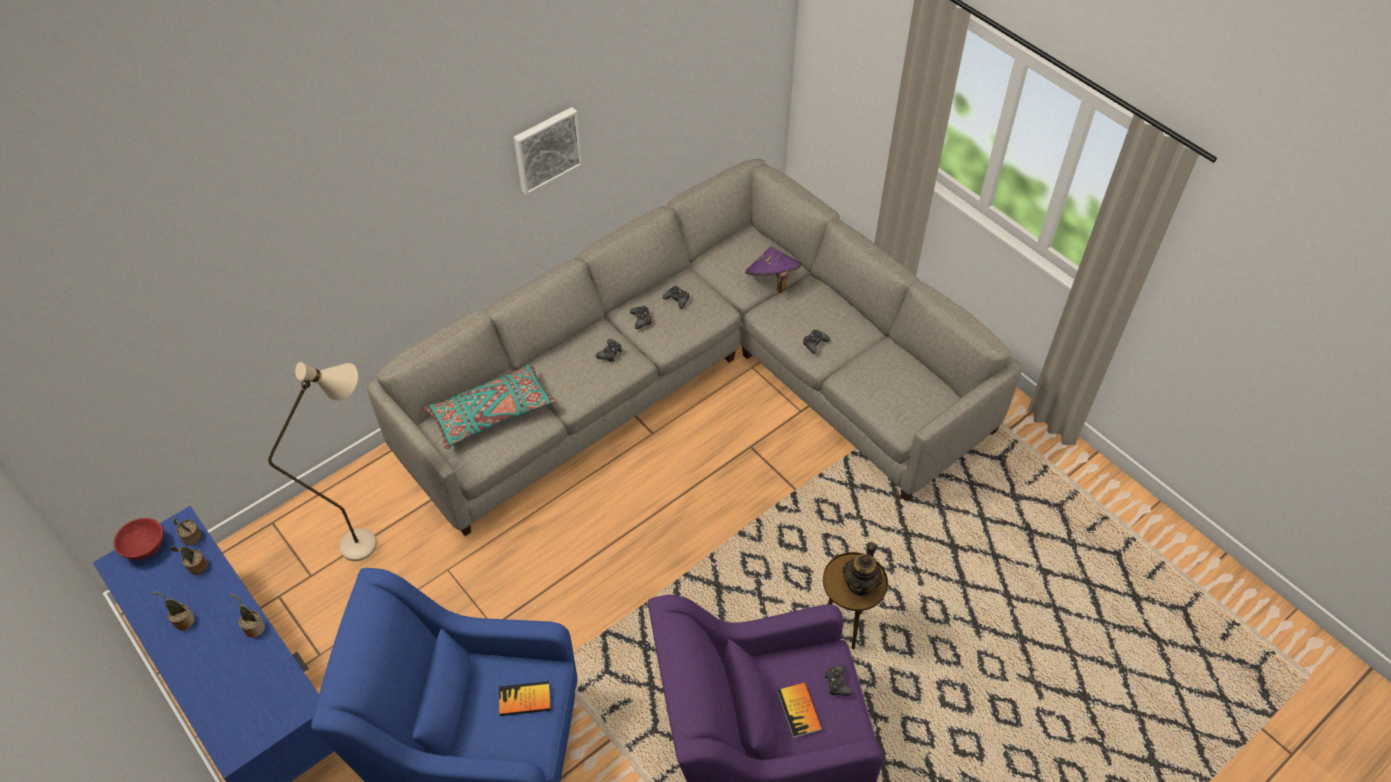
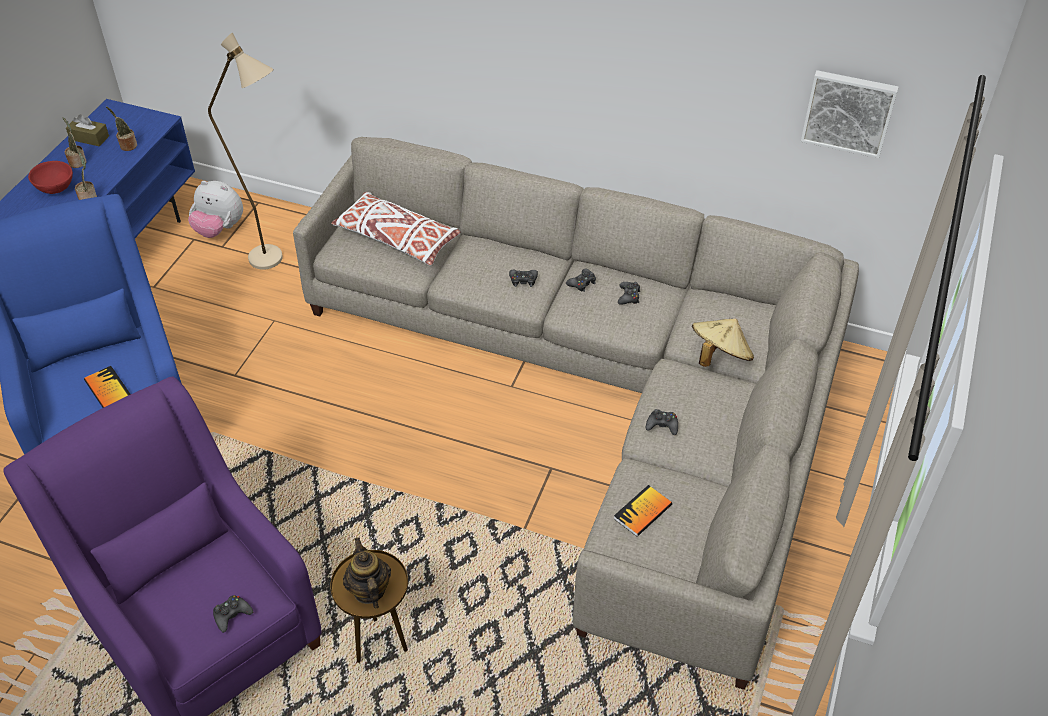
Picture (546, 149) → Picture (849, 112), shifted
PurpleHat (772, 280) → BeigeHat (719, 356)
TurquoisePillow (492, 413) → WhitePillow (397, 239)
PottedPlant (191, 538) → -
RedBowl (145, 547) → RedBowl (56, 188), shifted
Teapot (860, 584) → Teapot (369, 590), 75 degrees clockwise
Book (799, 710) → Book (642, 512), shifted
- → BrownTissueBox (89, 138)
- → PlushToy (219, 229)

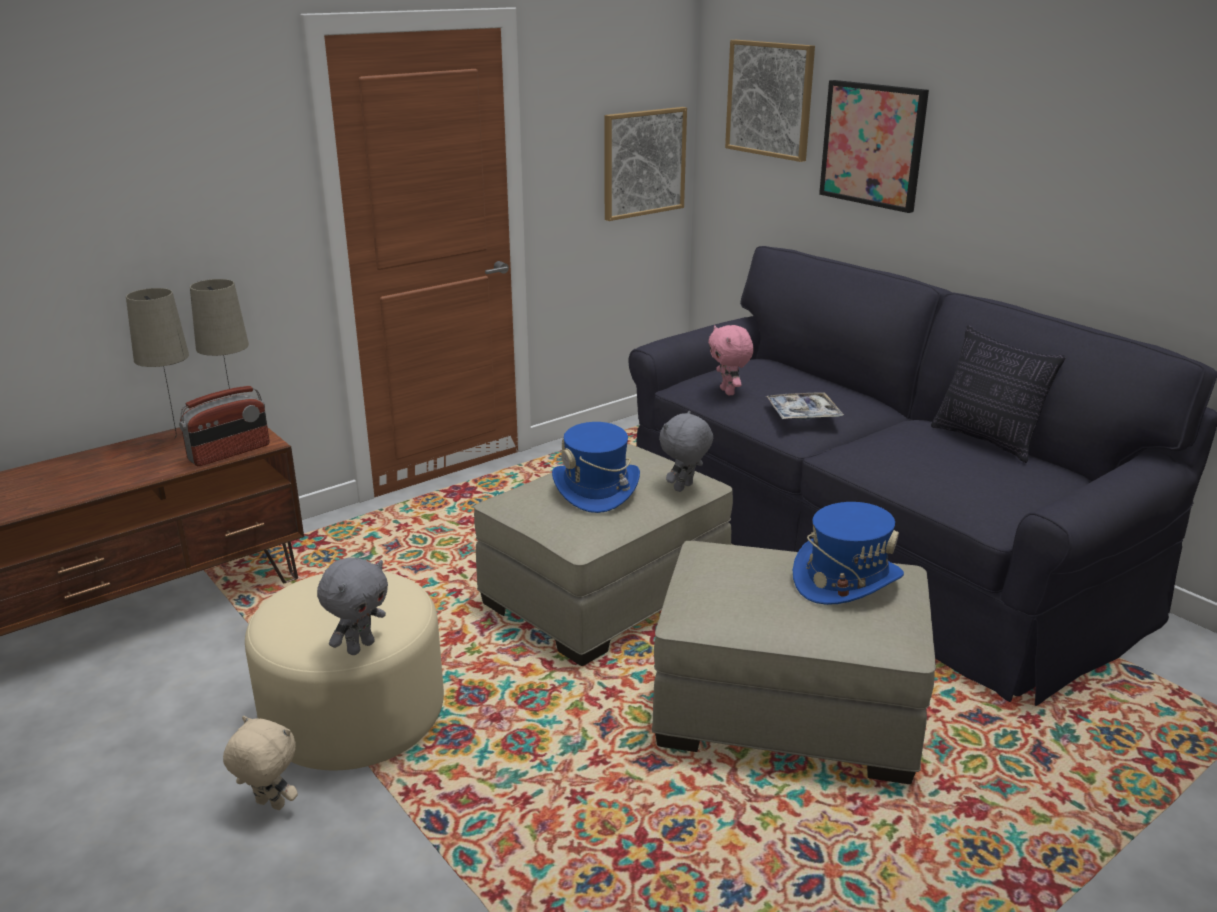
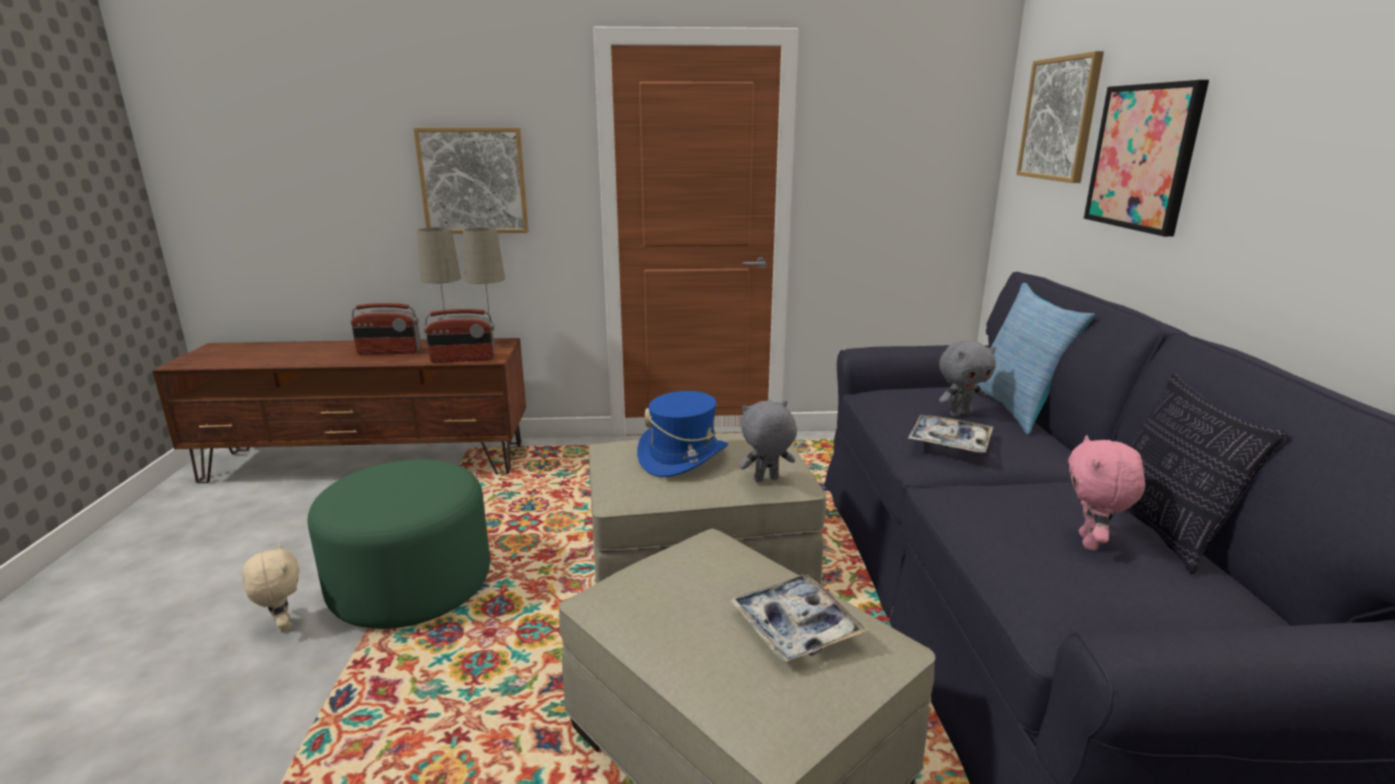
Picture (643, 163) → Picture (473, 181), shifted
PinkPlushToy (728, 392) → PinkPlushToy (1091, 543), shifted
BlueHat (846, 580) → Tray (795, 627)
GreyPlushToy (360, 647) → GreyPlushToy (960, 414), shifted
BeigeOttoman (354, 716) → GreenOttoman (411, 585)
- → Pillow (1017, 409)
- → Radio (389, 352)

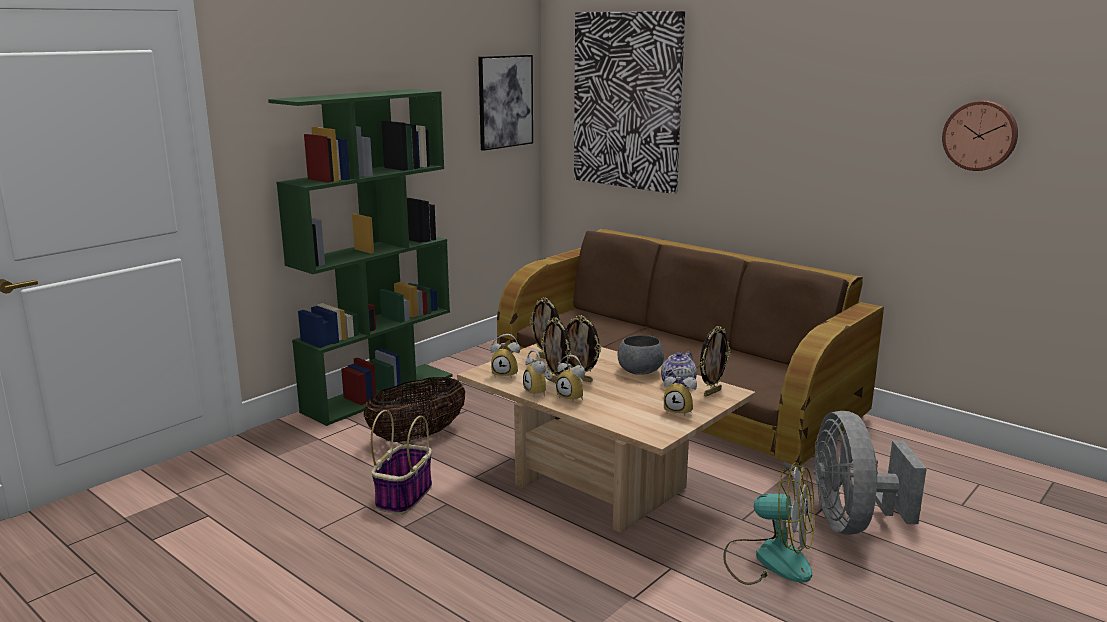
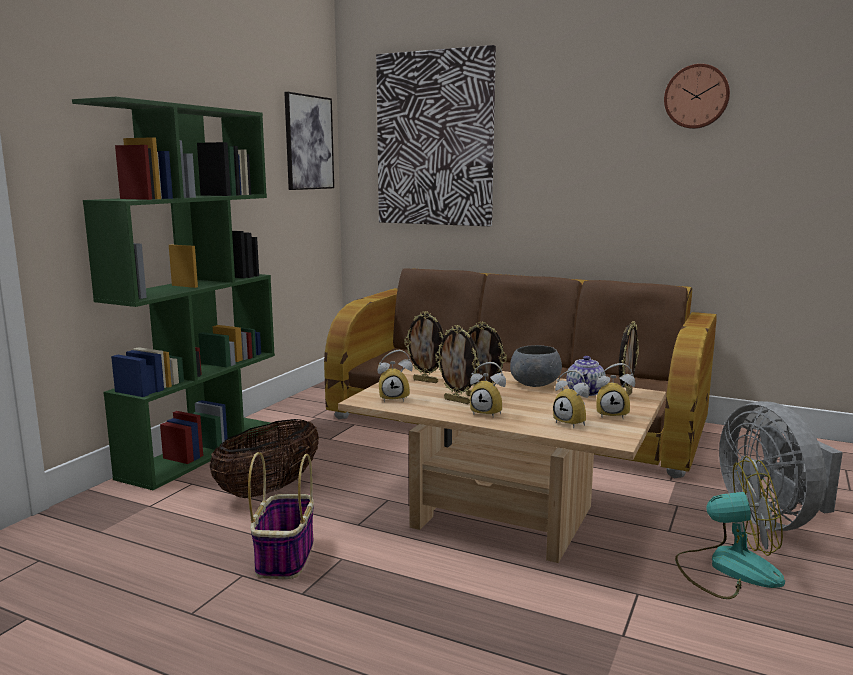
WallClock (980, 135) → WallClock (696, 96), shifted
AlarmClock (539, 392) → AlarmClock (573, 423), shifted

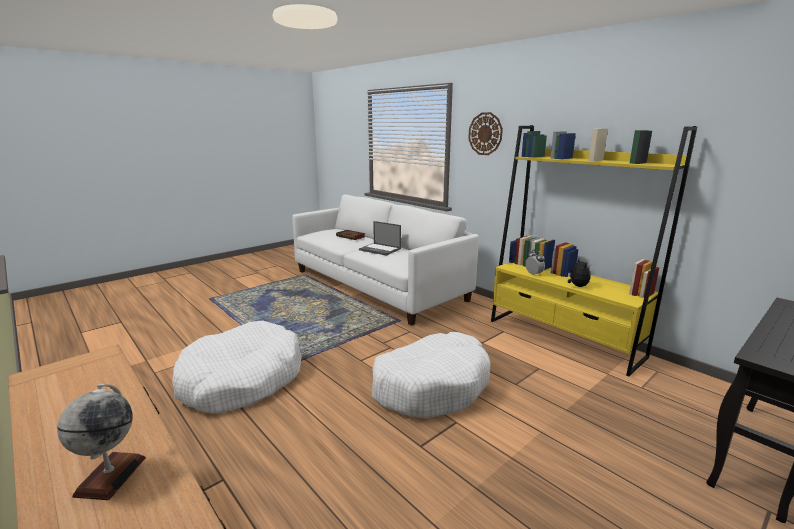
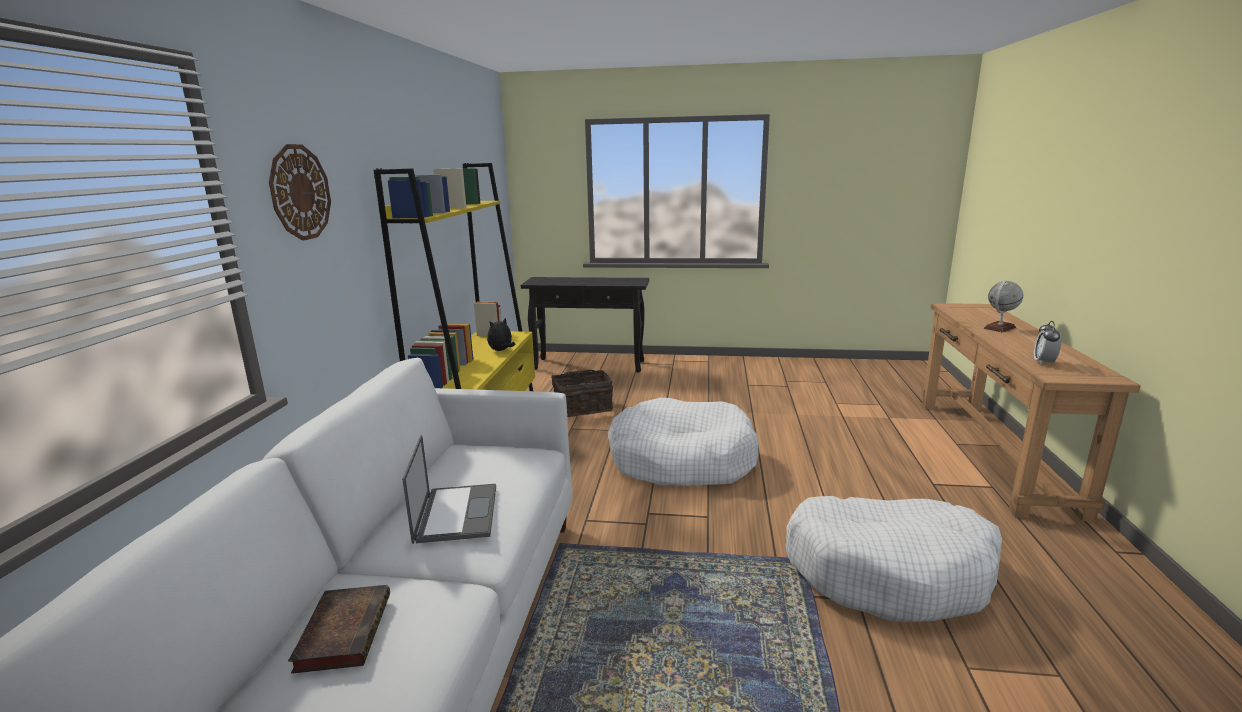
AlarmClock (533, 274) → AlarmClock (1044, 362), shifted
- → Basket (582, 408)

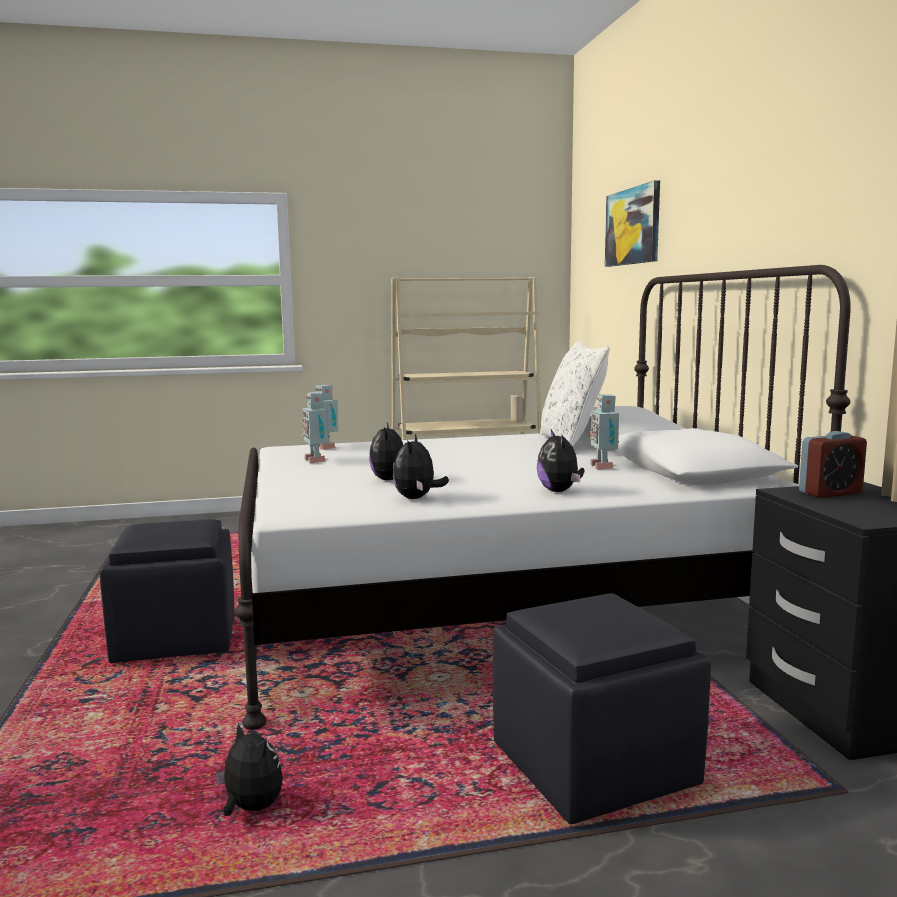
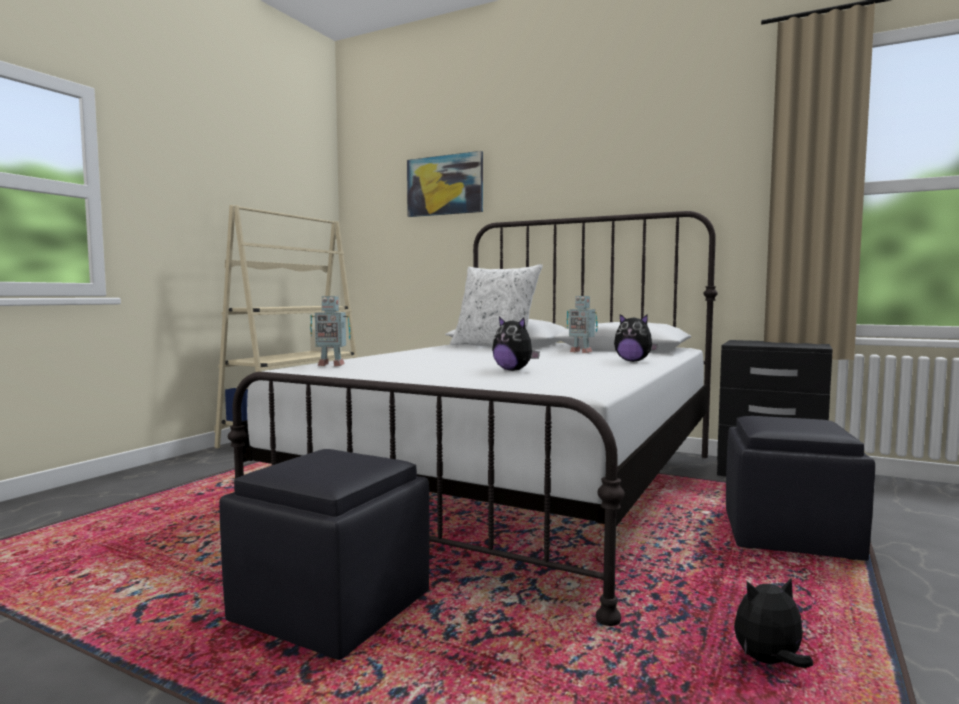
ToyRobot (317, 460) → -
AlarmClock (830, 493) → -
PlushToy (417, 498) → -

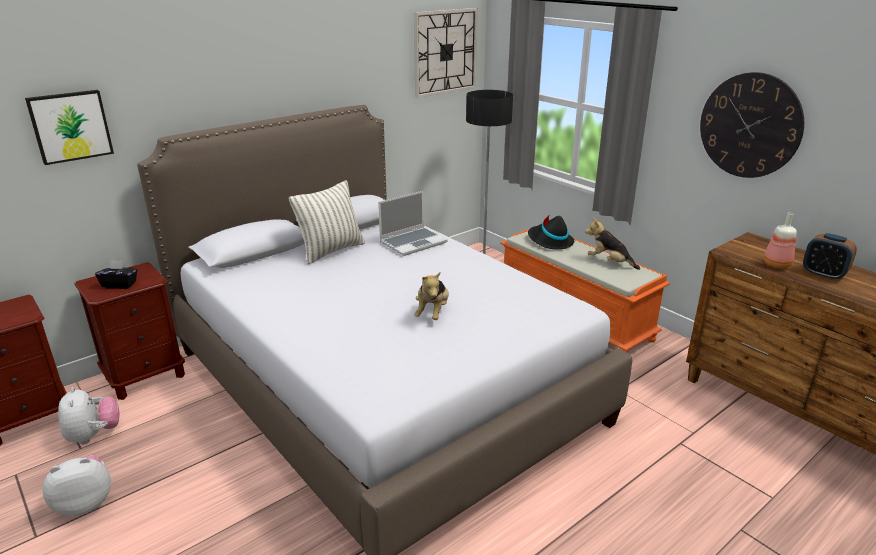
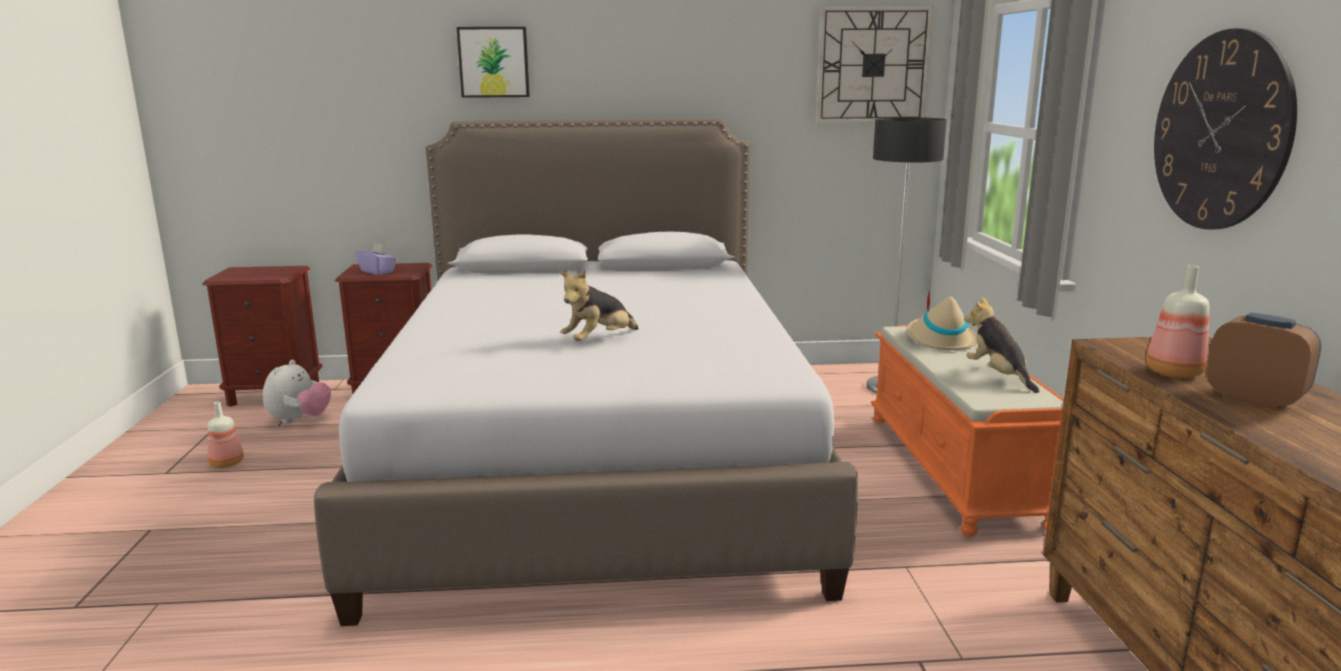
Picture (70, 126) → Picture (494, 62), shifted
Pillow (331, 251) → -
Laptop (413, 242) → -
BlackHat (549, 241) → BeigeHat (940, 340)
AlarmClock (823, 274) → AlarmClock (1254, 400), 150 degrees clockwise
BlackTissueBox (120, 285) → PurpleTissueBox (378, 272)
PlushToy (85, 503) → Bottle (225, 464)

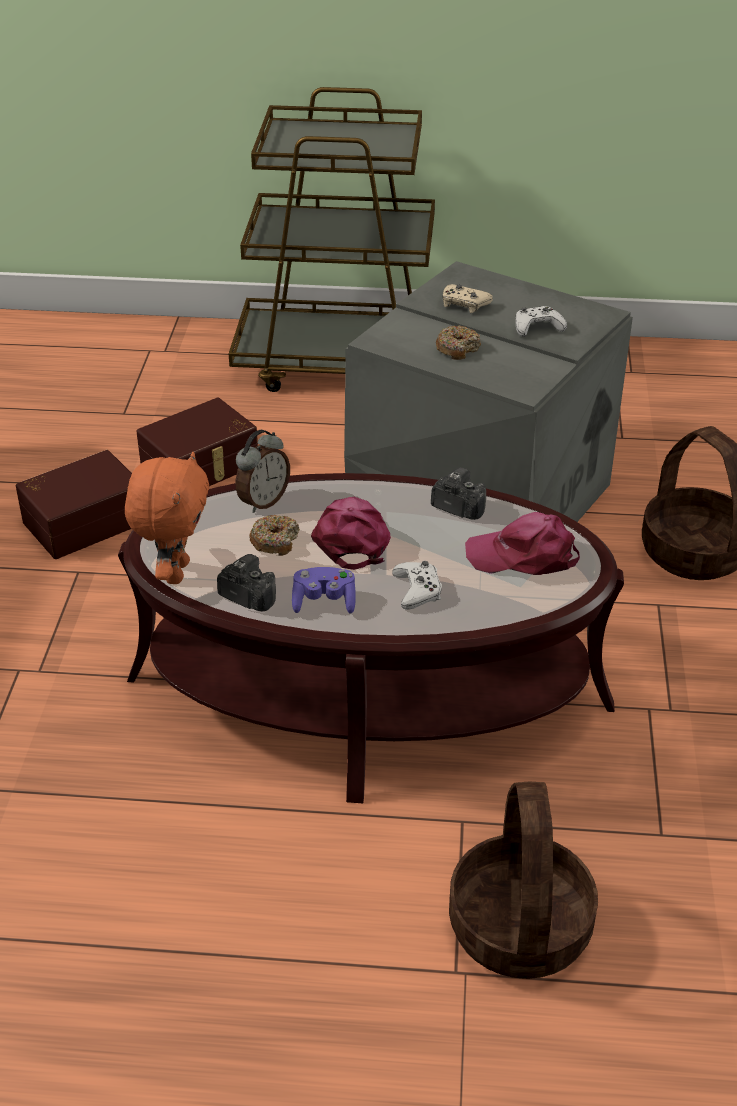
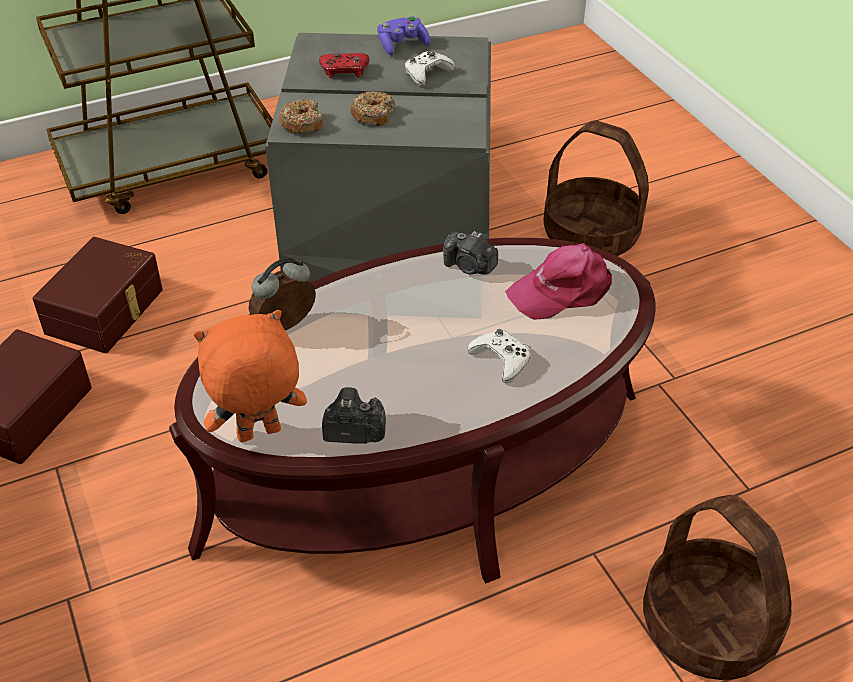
BeigeGameController (464, 304) → RedGameController (344, 70)
AlarmClock (263, 501) → AlarmClock (286, 327), 135 degrees counterclockwise
OrangePlushToy (175, 572) → OrangePlushToy (259, 435), 90 degrees counterclockwise
PhotoCamera (458, 508) → PhotoCamera (469, 266), 150 degrees counterclockwise
PinkCap (352, 537) → -
Donut (275, 541) → Donut (302, 123), shifted
PurpleGameController (324, 602) → PurpleGameController (402, 45), shifted

